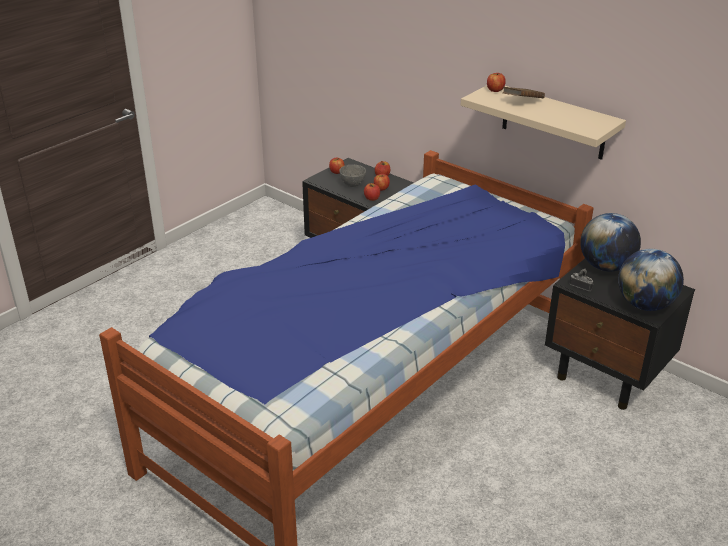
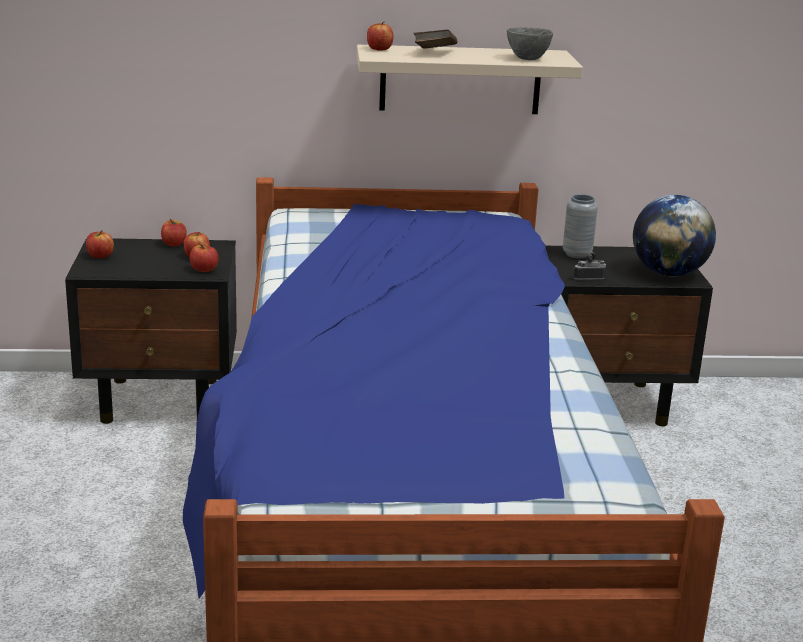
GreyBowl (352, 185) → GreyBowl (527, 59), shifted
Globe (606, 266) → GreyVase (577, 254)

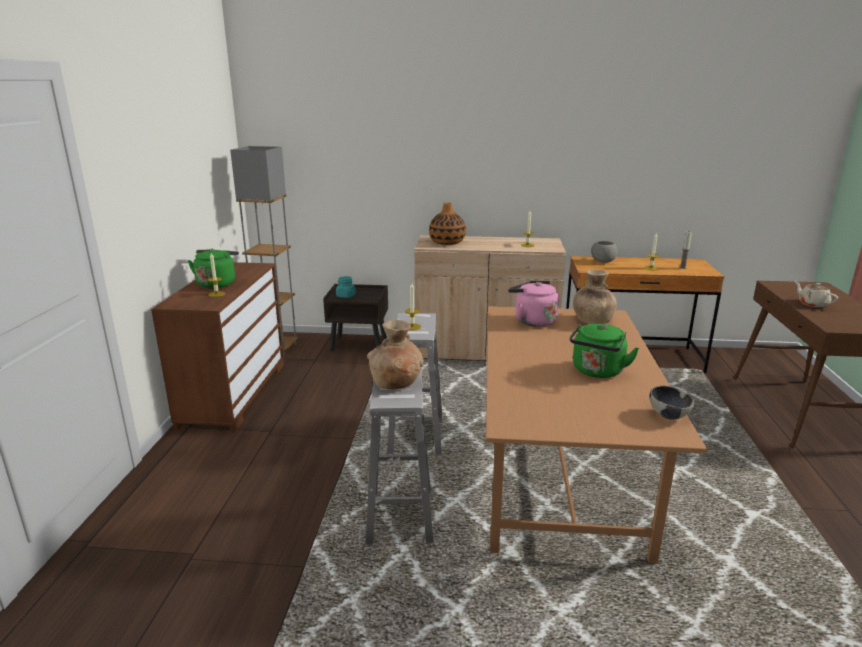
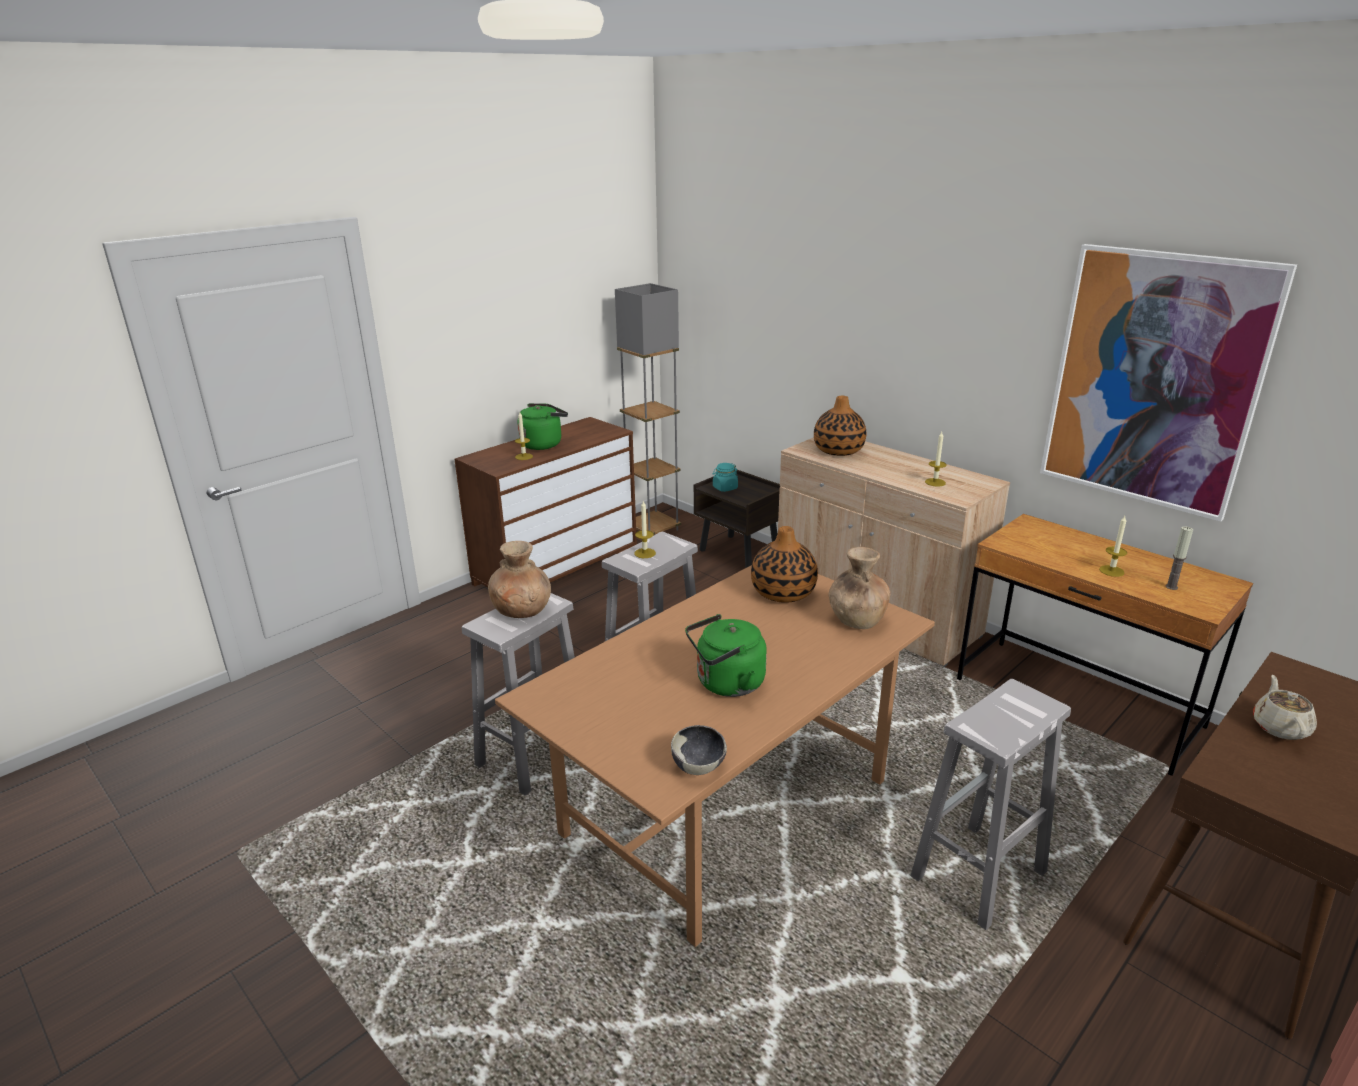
GreyBowl (602, 261) → -
PinkKettle (532, 321) → Vase (783, 592)
- → Picture (1154, 380)
- → WhiteStool (977, 876)

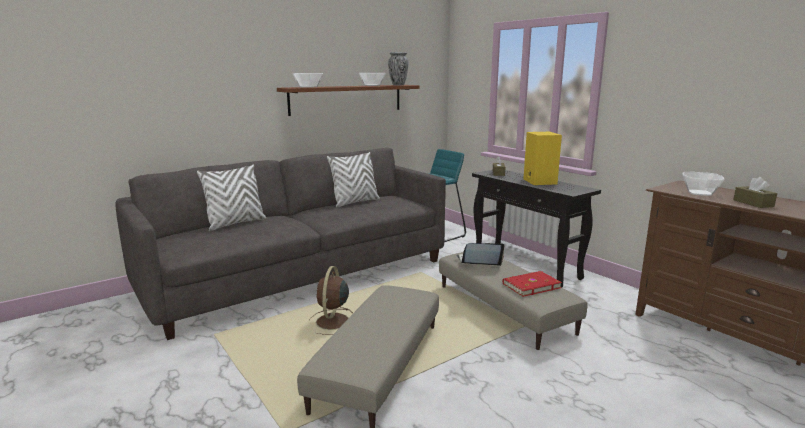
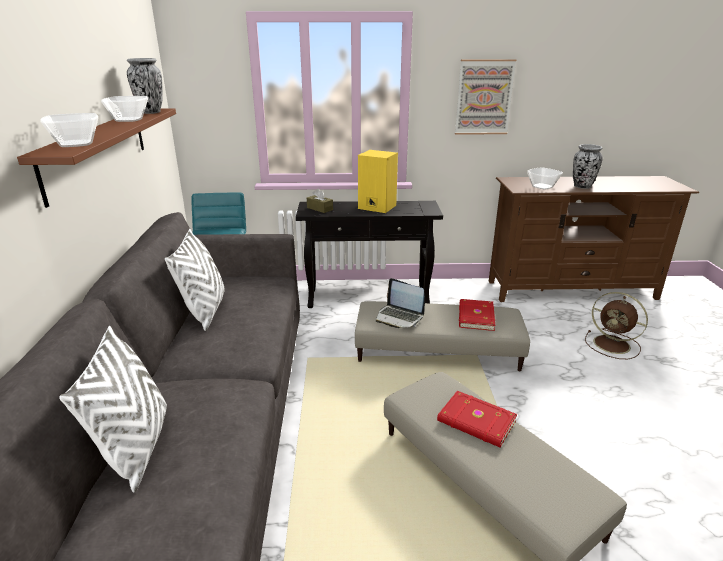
BrownTissueBox (753, 203) → Vase (582, 187)
Laptop (478, 263) → Laptop (399, 317), 90 degrees counterclockwise
BrownFan (332, 322) → BrownFan (613, 345), shifted
- → Picture (484, 97)
- → RedBook (476, 422)

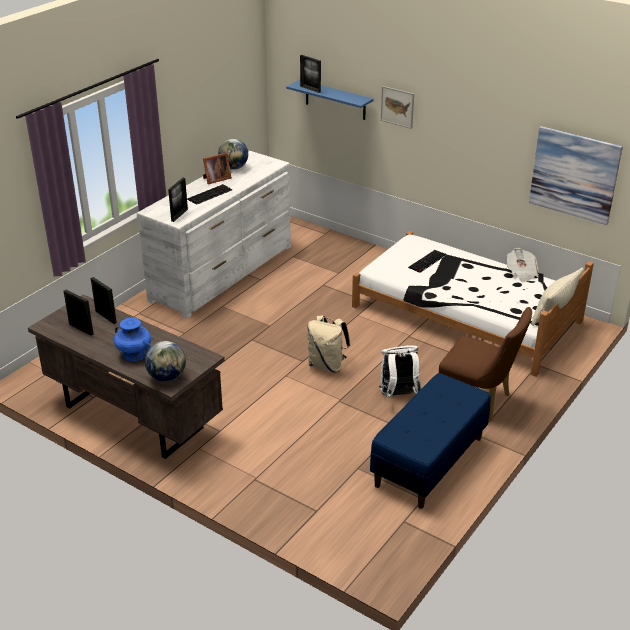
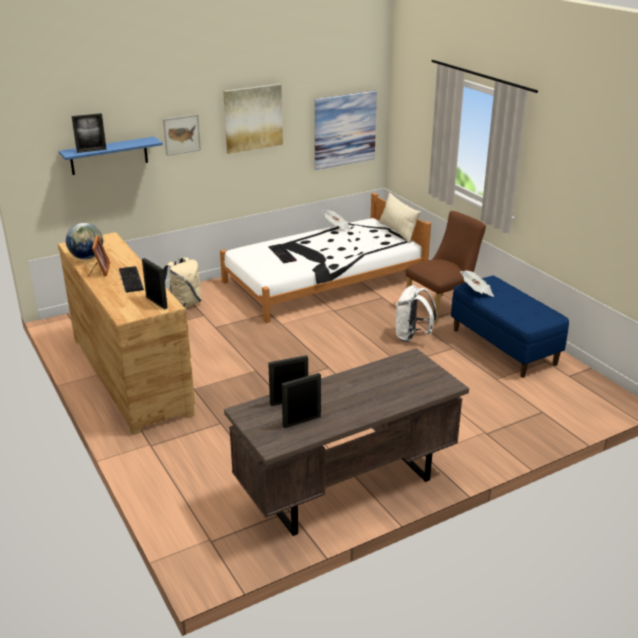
WhiteDresser (223, 273) → BrownDresser (131, 374)
BeigeBackpack (327, 365) → BeigeBackpack (184, 304), shifted
BlueVase (134, 354) → -
Globe (167, 377) → -
- → Picture (253, 118)
- → Newspaper (476, 292)

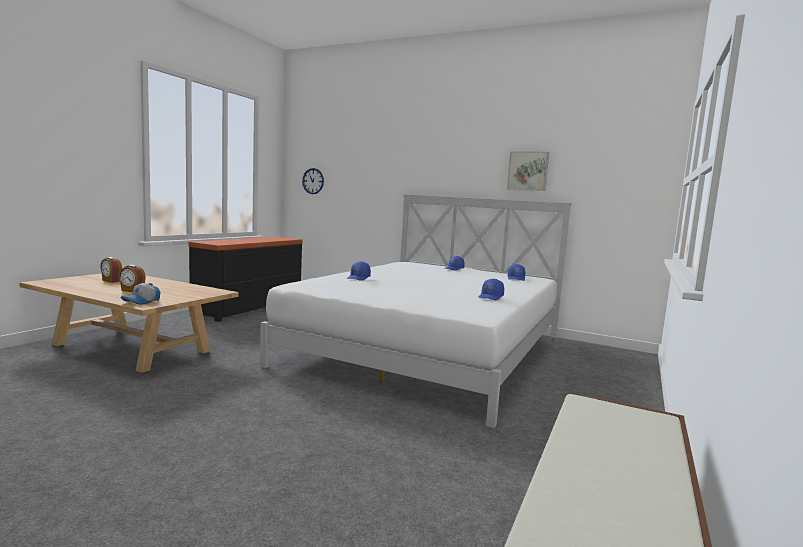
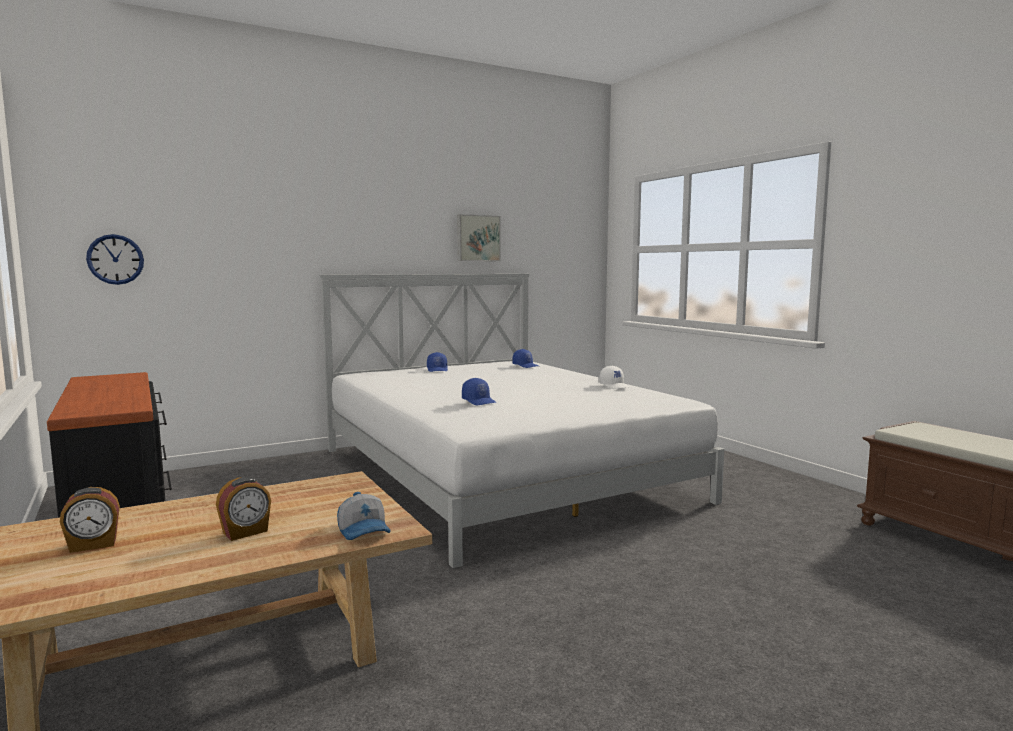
BlueCap (491, 297) → WhiteCap (615, 386)

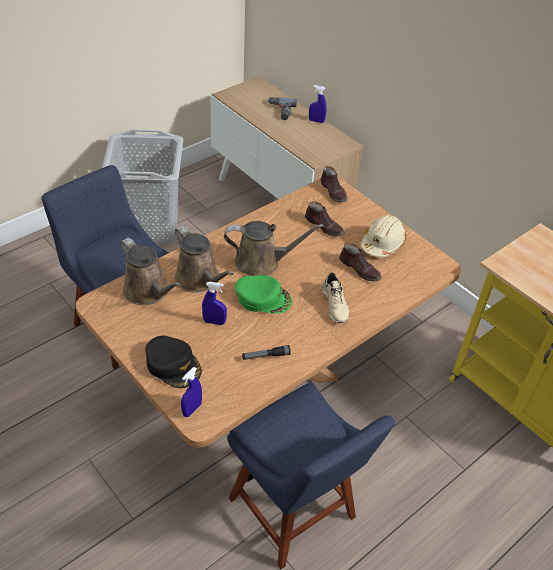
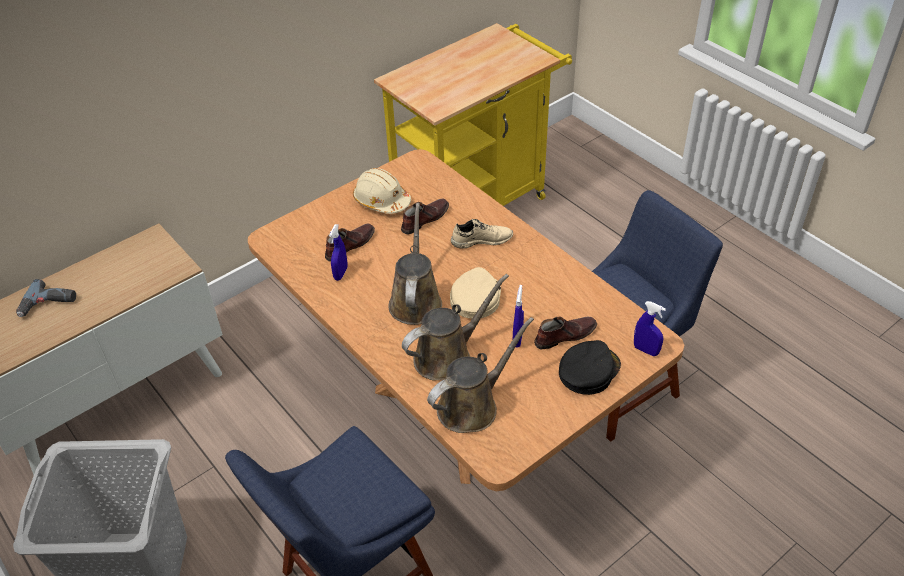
BlueSprayBottle (316, 121) → BlueSprayBottle (340, 273), shifted
BrownShoe (334, 192) → BrownShoe (564, 335), shifted
GreenCap (263, 298) → BeigeCap (475, 298)
Flashlight (266, 356) → -

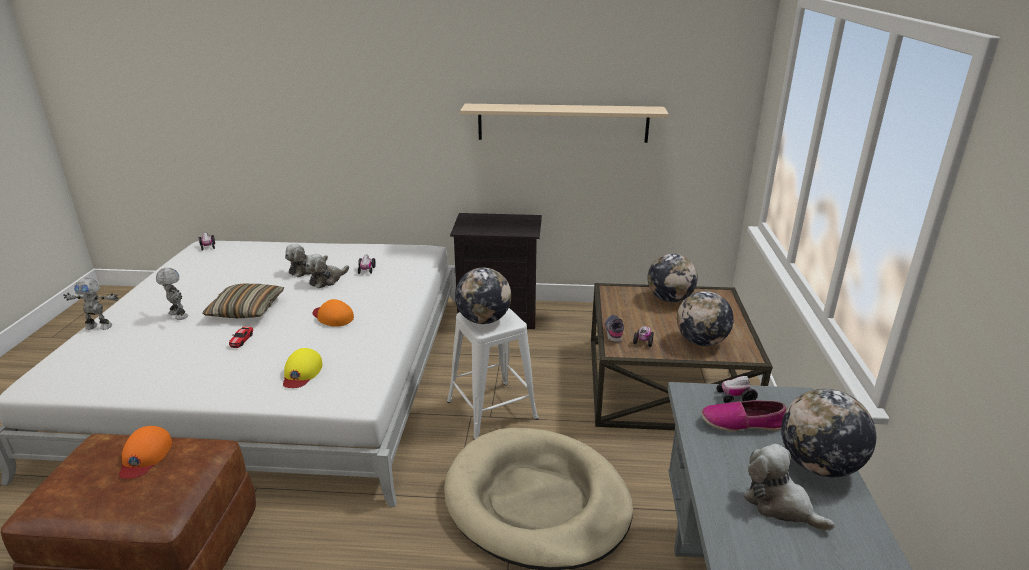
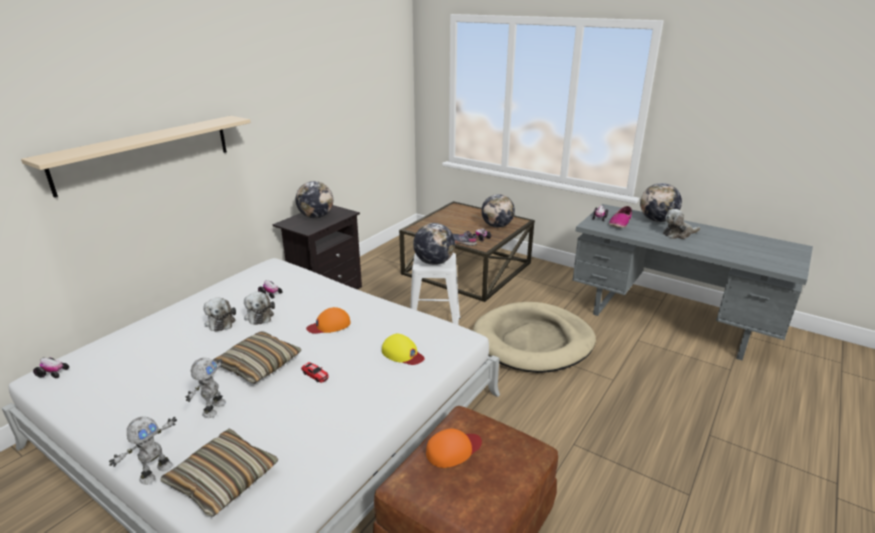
BeigeShelf (563, 123) → BeigeShelf (145, 153), shifted
Globe (669, 299) → Globe (316, 217), shifted
ToyRobot (177, 315) → ToyRobot (213, 408), 120 degrees clockwise
OrangeCap (145, 456) → OrangeCap (453, 450), 60 degrees counterclockwise
- → Pillow (223, 479)

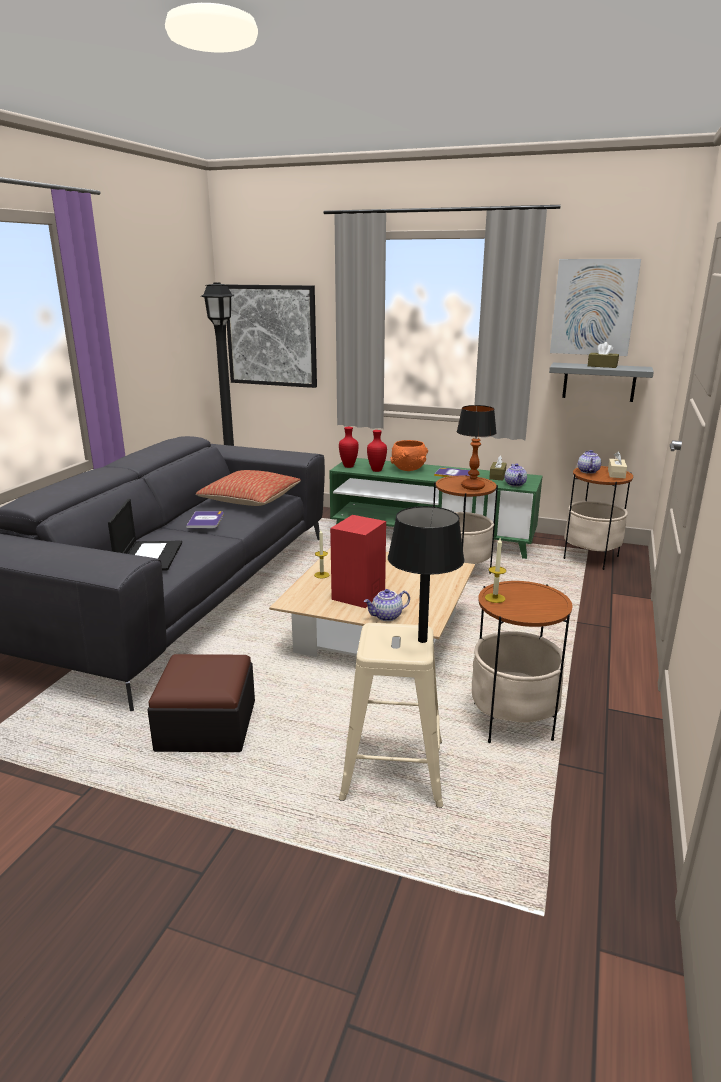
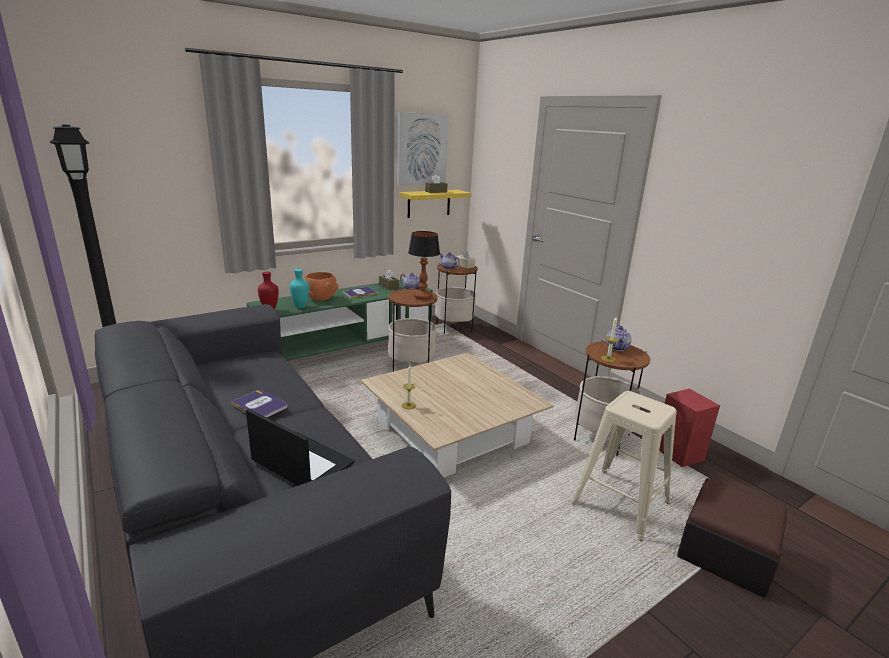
Picture (271, 336) → -
GreyShelf (599, 382) → YellowShelf (429, 203)
RedVase (377, 470) → TurquoiseVase (300, 306)
Pillow (250, 500) → -
BlackTableLamp (422, 640) → -
RedSpeaker (358, 595) → RedSpeaker (679, 454), shifted
Teapot (387, 617) → Teapot (617, 348), shifted
Ottoman (206, 725) → Ottoman (726, 553), shifted

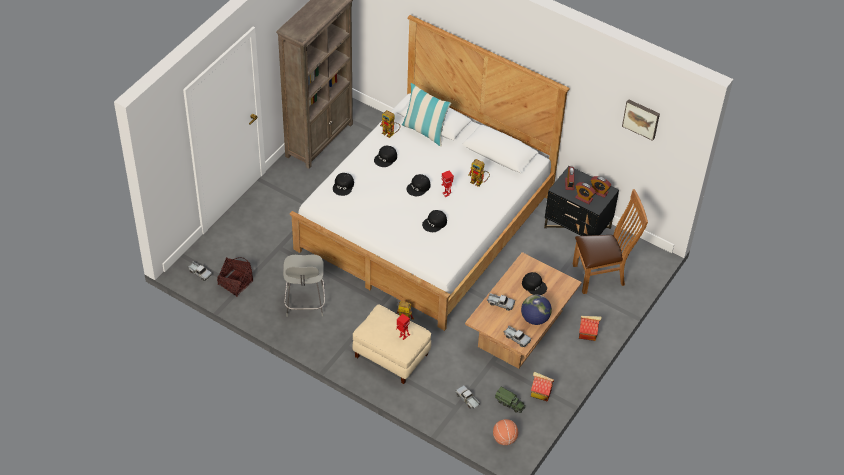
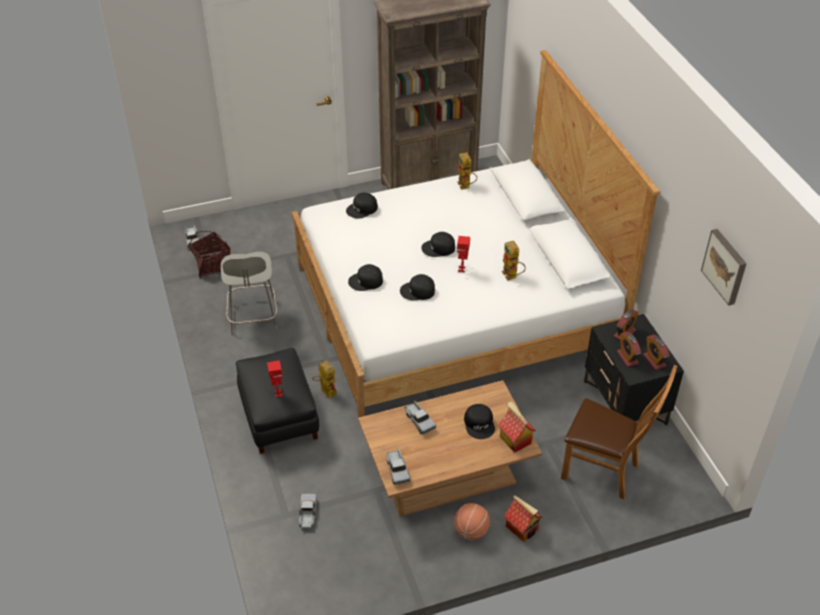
Pillow (425, 131) → -
BlackCap (386, 158) → BlackCap (366, 281), shifted
GreyChair (305, 303) → GreyChair (253, 318), 45 degrees counterclockwise
Globe (535, 319) → -
BeigeOttoman (391, 356) → BlackOttoman (278, 417)
ToyHouse (540, 393) → ToyHouse (514, 439), shifted
ToyTruck (510, 403) → -
Basketball (504, 439) → Basketball (471, 531), shifted

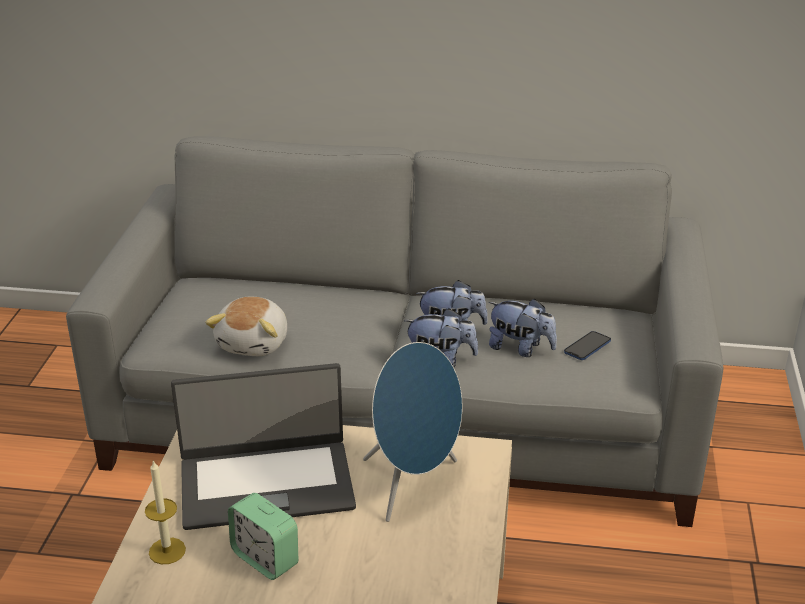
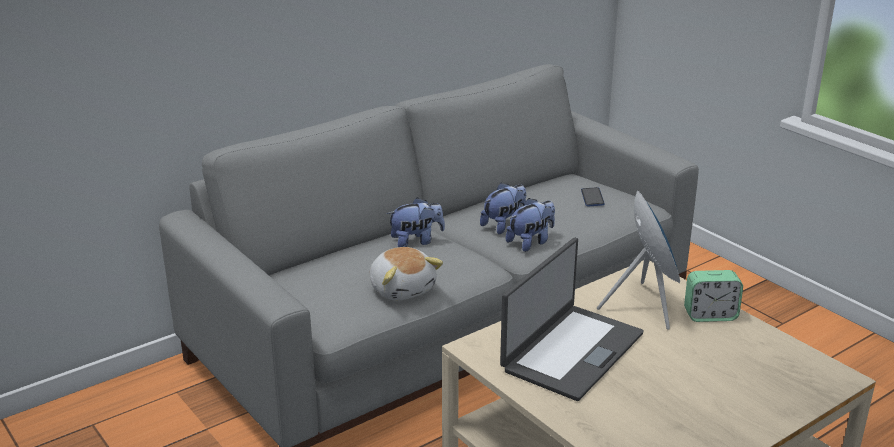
PlushToy (520, 348) → PlushToy (416, 241), shifted
Candle (167, 551) → -
AlarmClock (265, 559) → AlarmClock (710, 315), shifted

